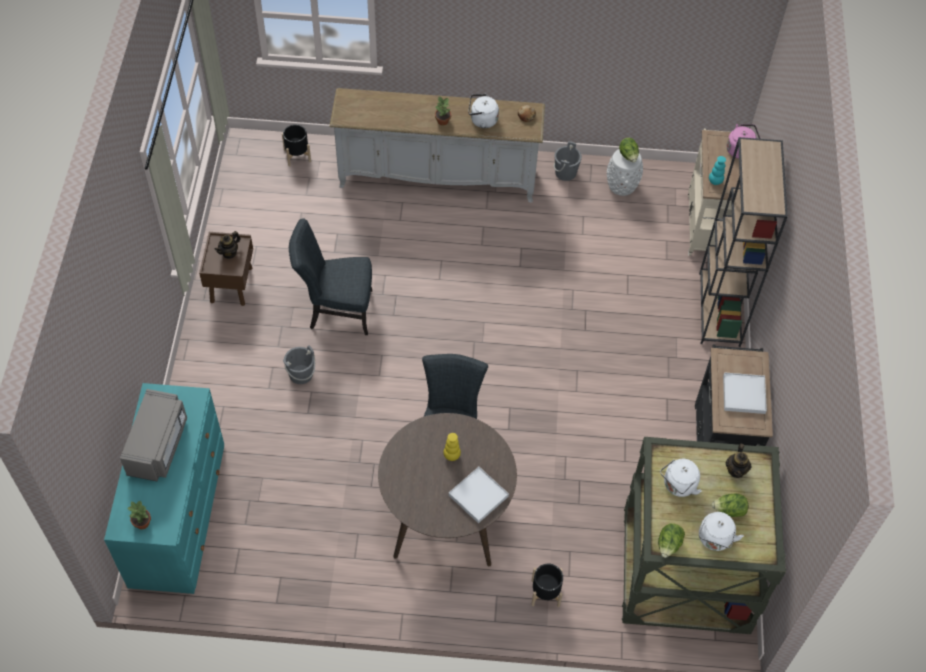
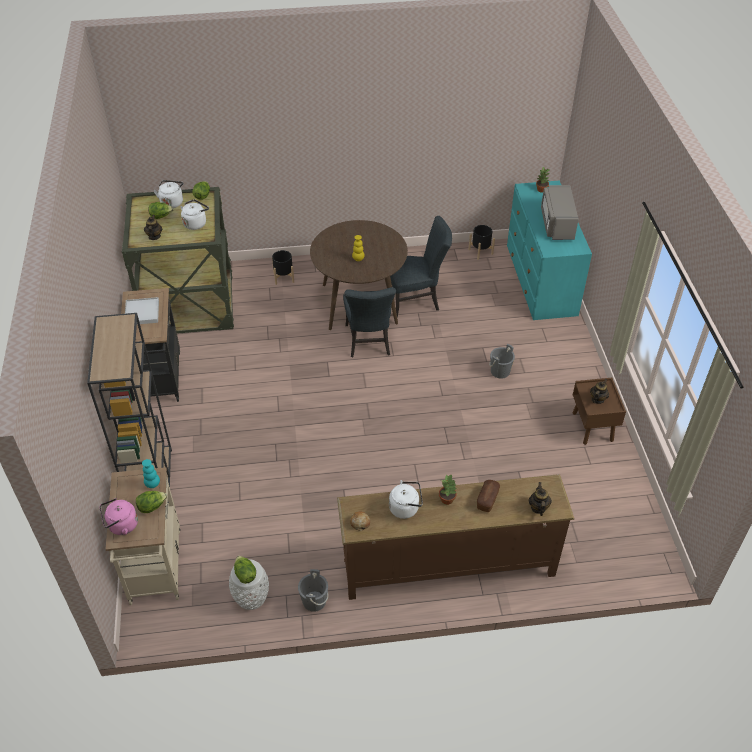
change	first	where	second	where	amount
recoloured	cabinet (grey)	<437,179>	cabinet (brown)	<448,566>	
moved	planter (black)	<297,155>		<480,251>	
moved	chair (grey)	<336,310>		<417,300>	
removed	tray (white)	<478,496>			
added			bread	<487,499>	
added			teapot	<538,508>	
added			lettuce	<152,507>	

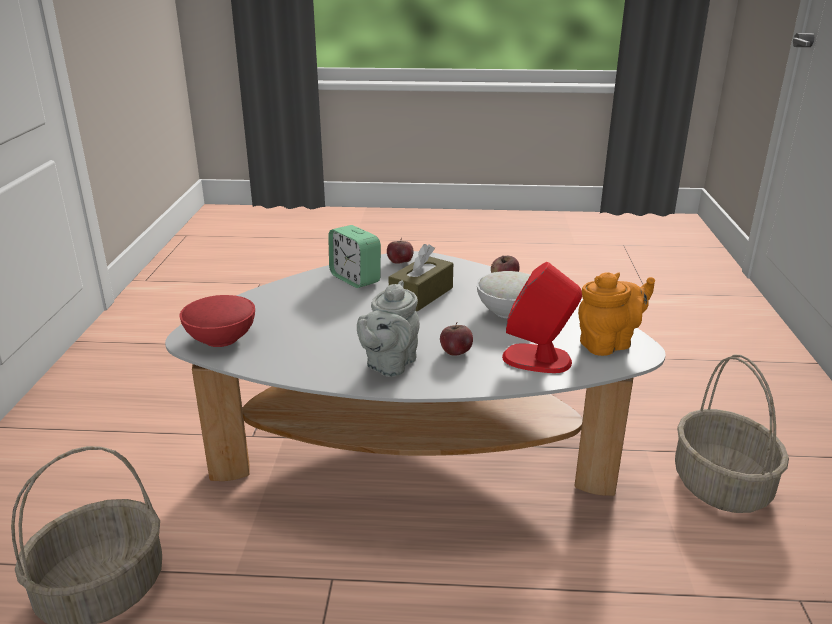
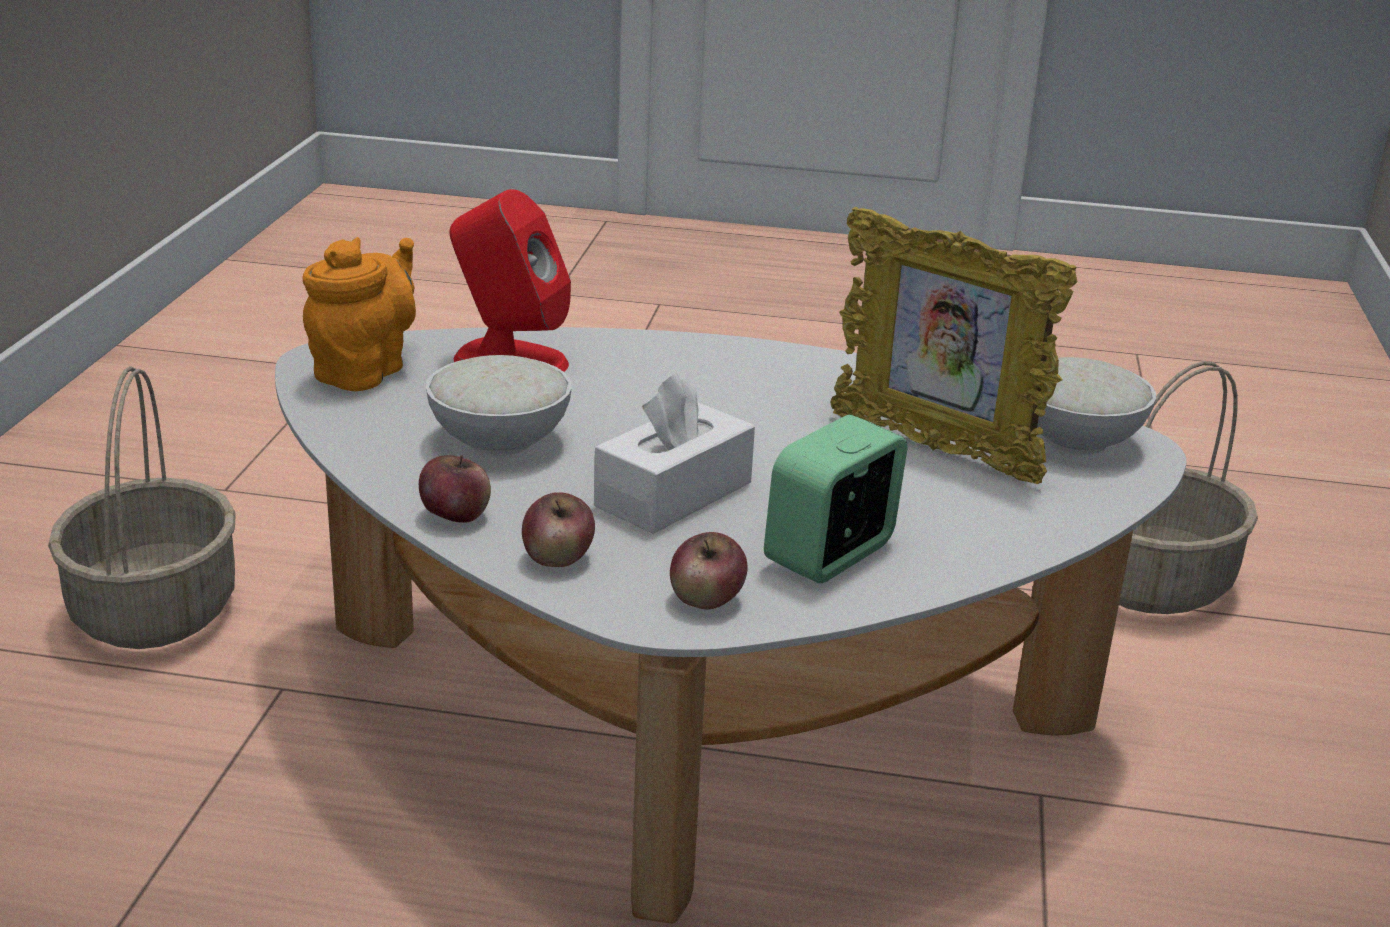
change	first	where	second	where	amount
turned	alarm clock	<355,279>		<831,555>	105 degrees counterclockwise
recoloured	tissue box (brown)	<421,295>	tissue box (white)	<673,494>	
turned	teapot (orange)	<609,344>		<365,371>	135 degrees clockwise
removed	teapot (grey)	<389,365>			
recoloured	bowl (red)	<221,339>	bowl (white)	<1074,439>	
moved	apple	<455,352>		<558,558>	
added			picture frame	<934,449>	

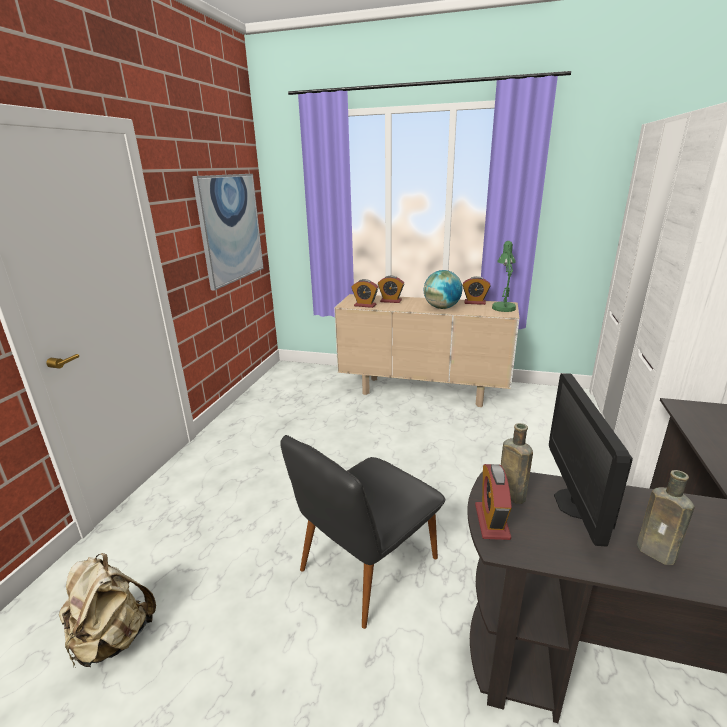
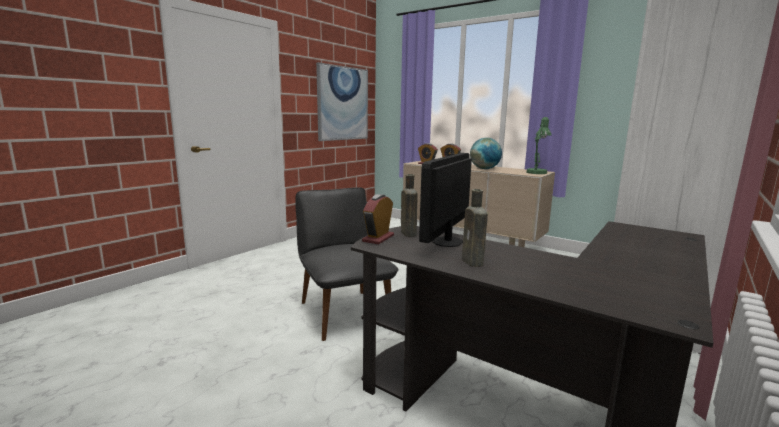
change	first	where	second	where	amount
removed	alarm clock	<474,302>			
turned	chair (black)	<369,563>		<345,313>	90 degrees clockwise
removed	backpack (beige)	<113,638>			

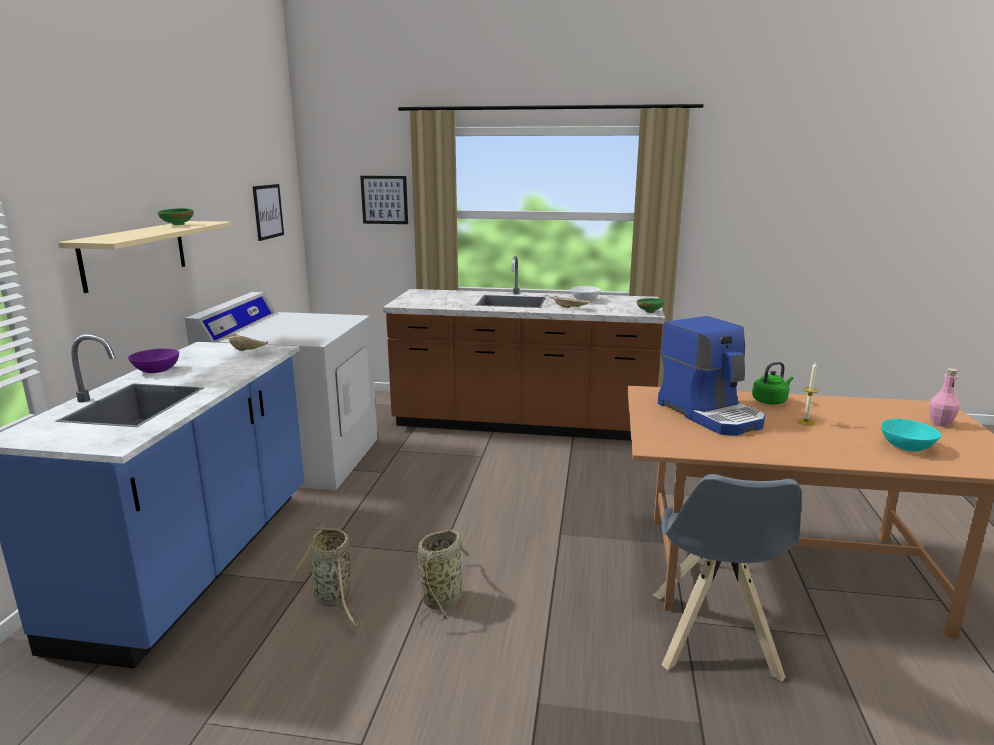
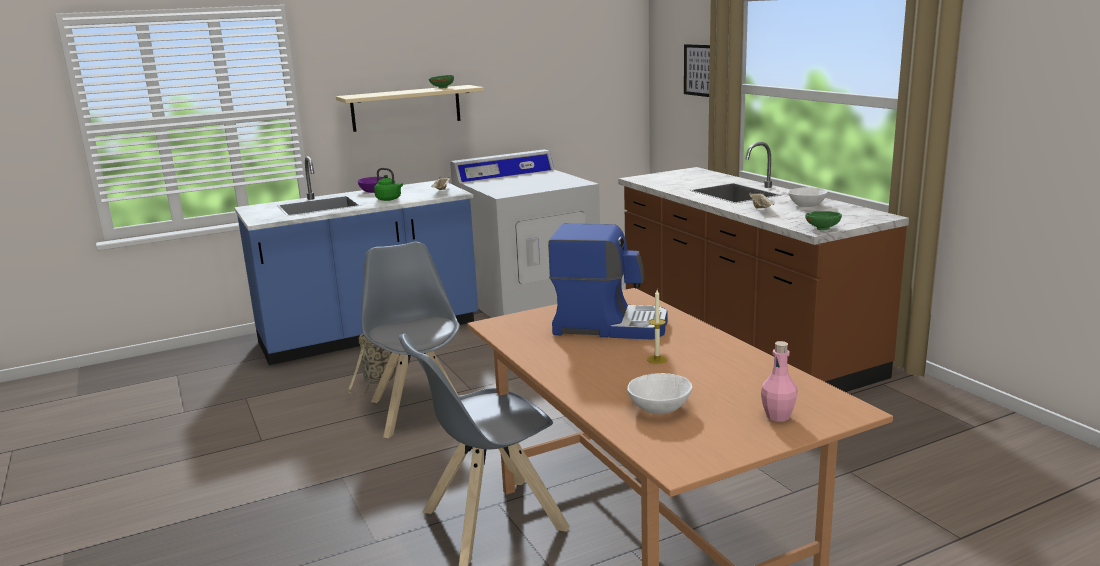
change	first	where	second	where	amount
removed	picture	<268,211>			
turned	coffee machine	<711,414>		<609,325>	105 degrees counterclockwise
moved	kettle (green)	<770,401>		<389,199>	
recoloured	bowl (turquoise)	<907,446>	bowl (white)	<660,408>	
replaced	basket	<443,597>	chair (grey)	<419,409>	

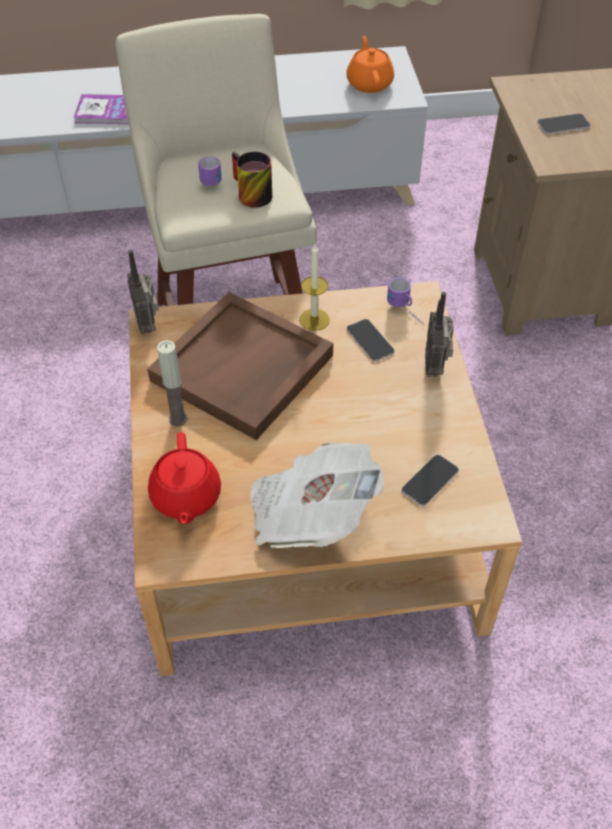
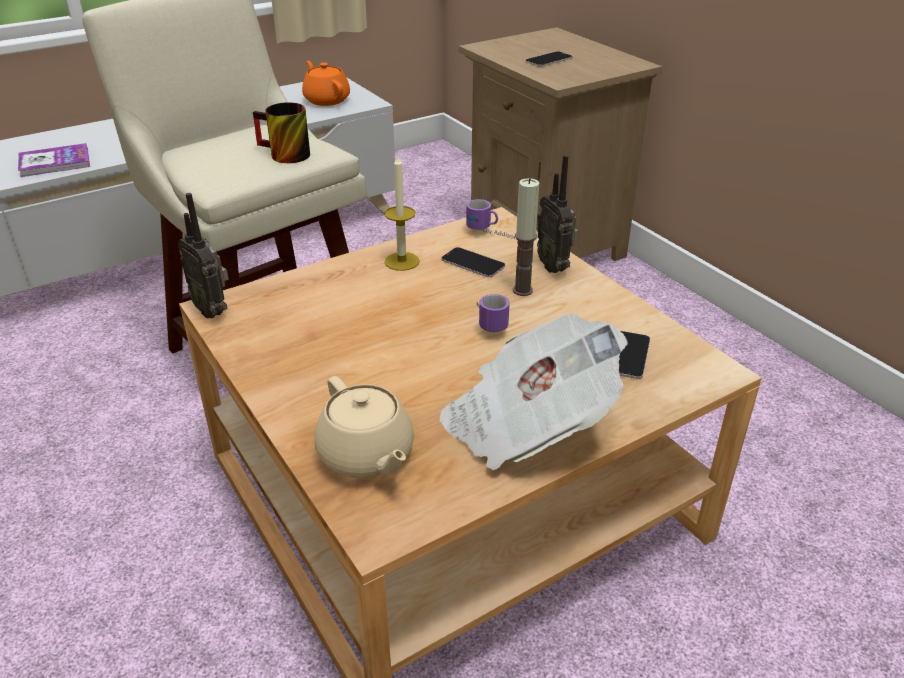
change	first	where	second	where	amount
moved	mug	<214,177>		<487,322>	
removed	tray (brown)	<242,369>			
moved	candle	<178,419>		<522,290>	
recoloured	teapot (red)	<185,497>	teapot (beige)	<366,455>	

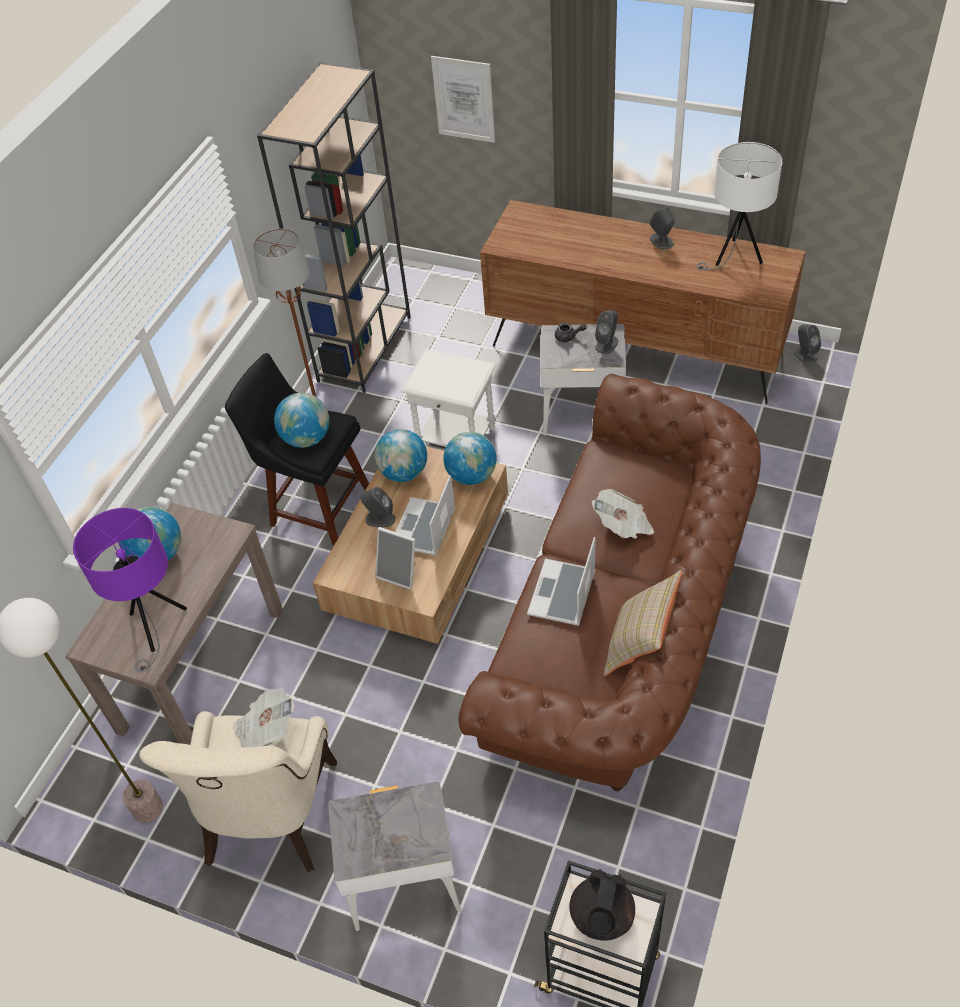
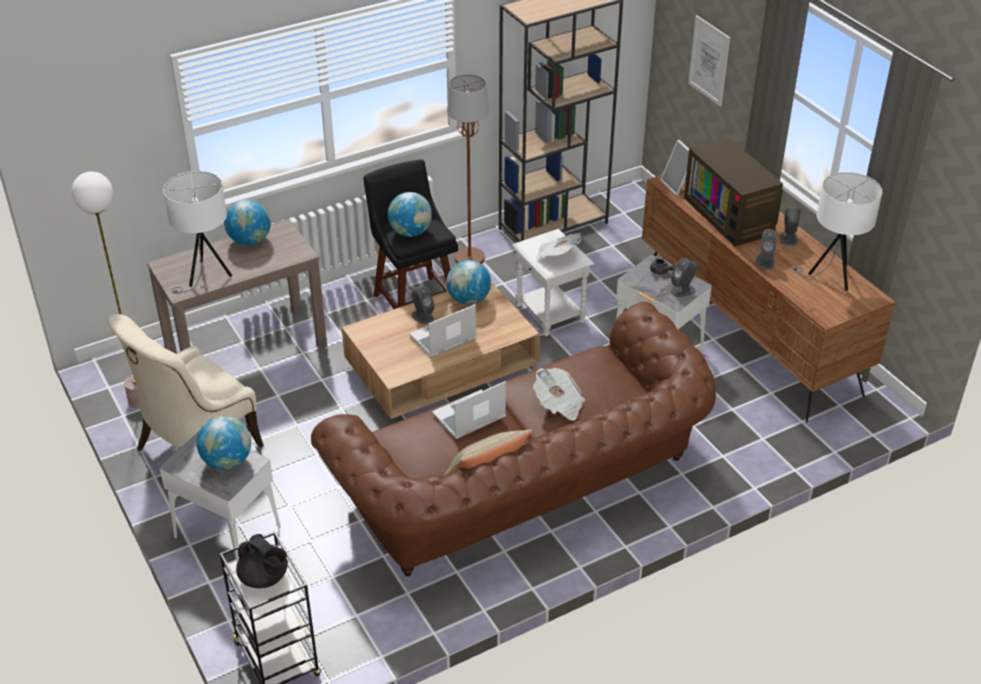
change	first	where	second	where	amount
moved	speaker (grey)	<805,355>		<764,261>	
moved	globe	<471,475>		<227,461>	
recoloured	table lamp (purple)	<156,628>	table lamp (white)	<205,276>	
moved	picture frame	<400,573>		<677,185>	
moved	newspaper	<266,729>		<557,255>	
turned	teapot (black)	<602,917>		<264,577>	105 degrees counterclockwise
added			television	<731,215>	

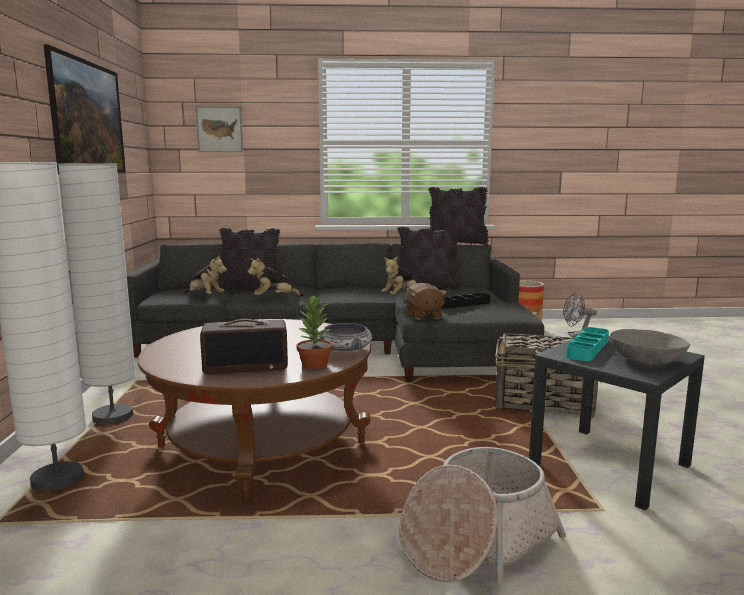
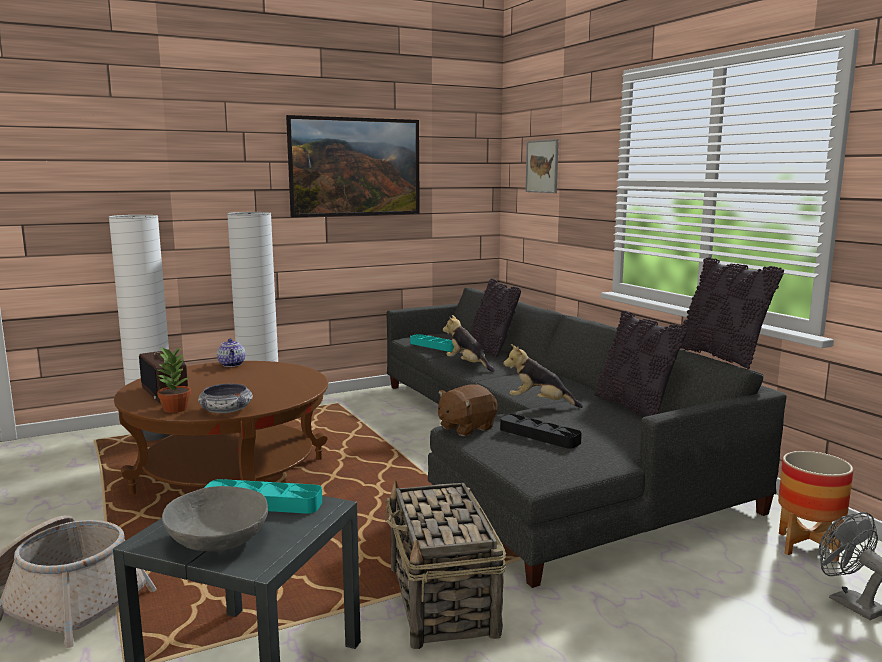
change	first	where	second	where	amount
replaced	plush toy	<205,296>	tray (turquoise)	<434,346>	
added			teapot	<232,364>	

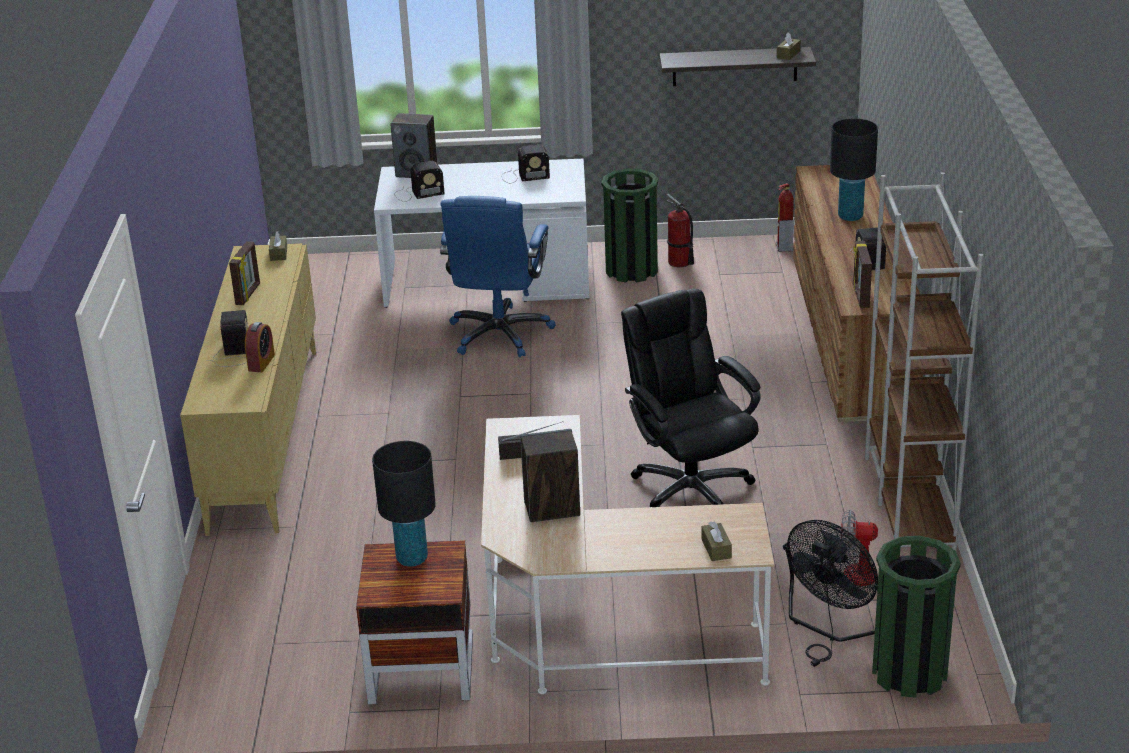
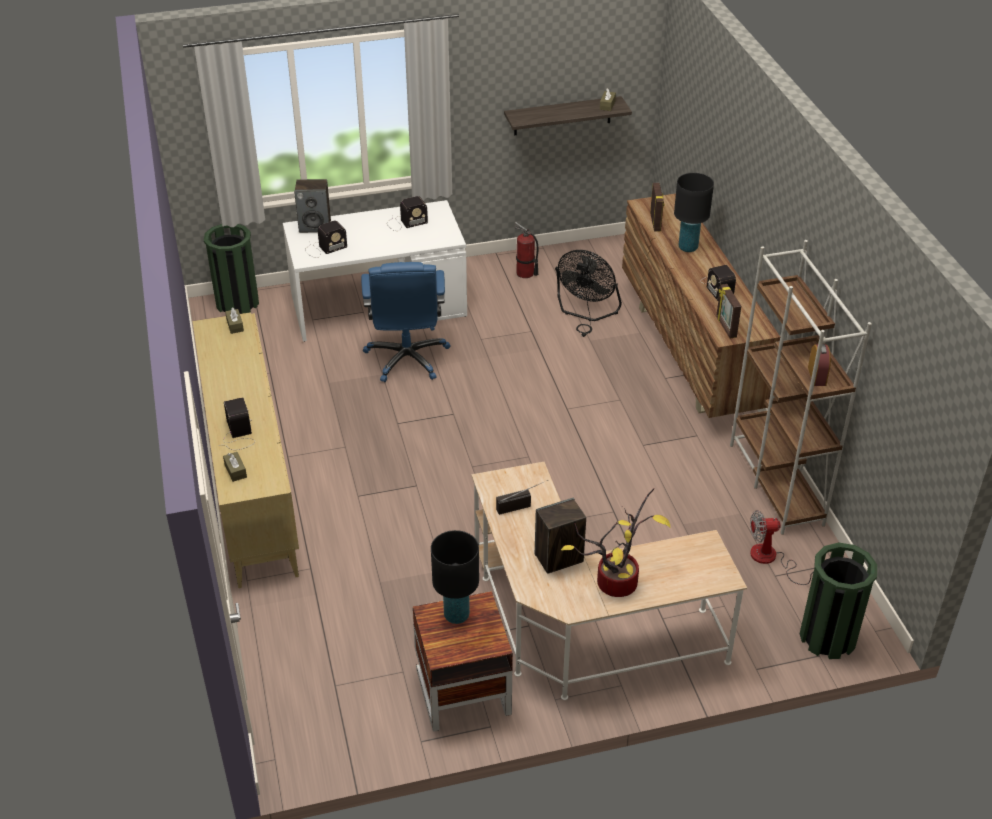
change	first	where	second	where	amount
moved	trash can (green)	<631,270>		<237,303>	
removed	fire extinguisher	<784,248>			
moved	picture frame	<248,294>		<655,222>	
removed	office chair (black)	<690,491>			
moved	alarm clock	<261,362>		<817,376>	
moved	fan (black)	<826,625>		<584,312>	
moved	tissue box (brown)	<716,548>		<235,471>	
added			potted plant	<617,580>	

